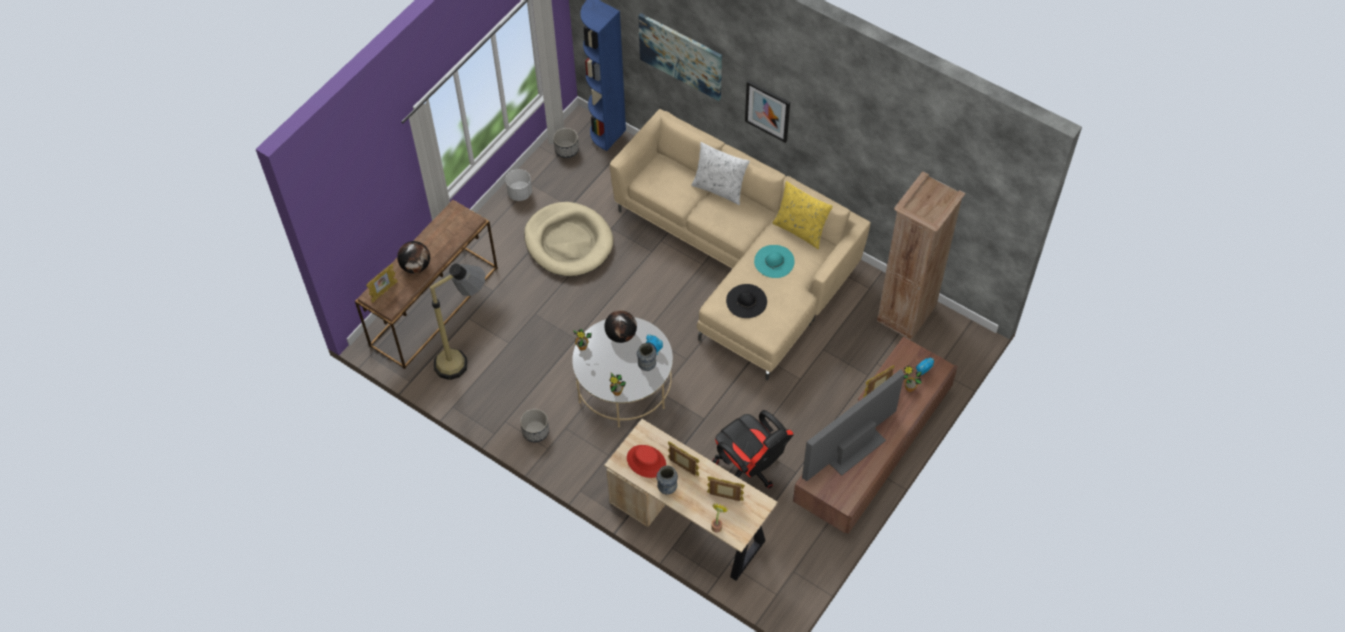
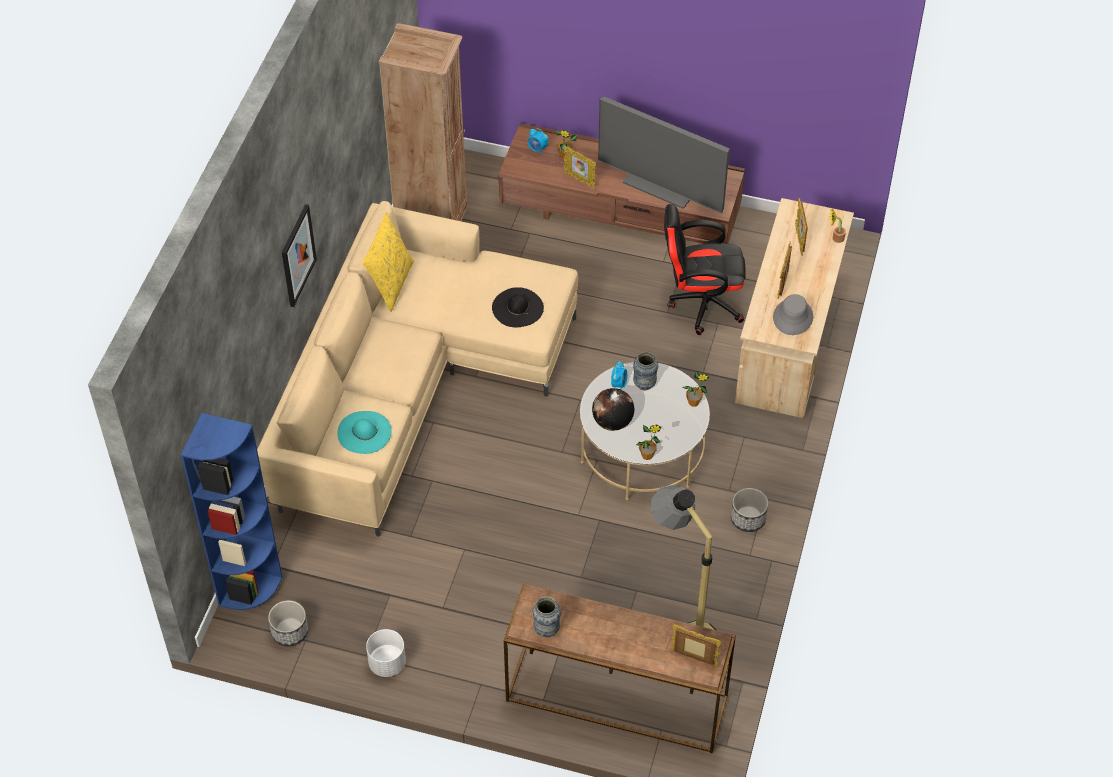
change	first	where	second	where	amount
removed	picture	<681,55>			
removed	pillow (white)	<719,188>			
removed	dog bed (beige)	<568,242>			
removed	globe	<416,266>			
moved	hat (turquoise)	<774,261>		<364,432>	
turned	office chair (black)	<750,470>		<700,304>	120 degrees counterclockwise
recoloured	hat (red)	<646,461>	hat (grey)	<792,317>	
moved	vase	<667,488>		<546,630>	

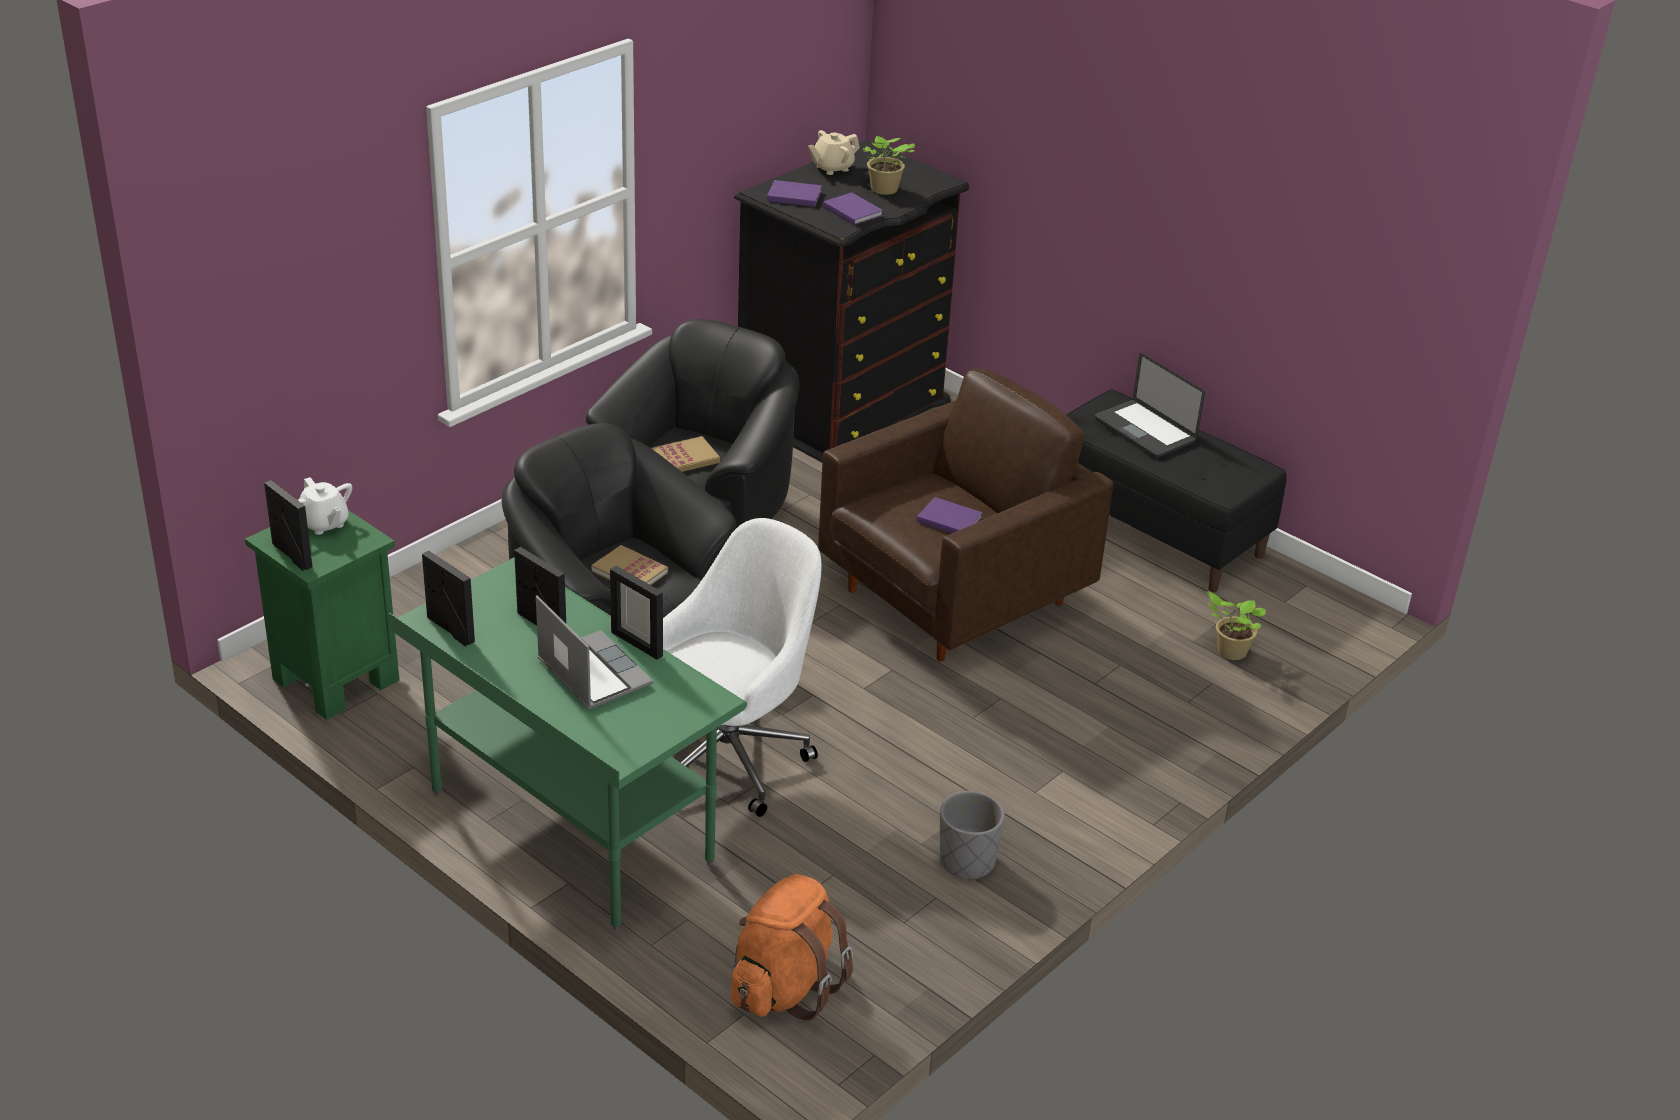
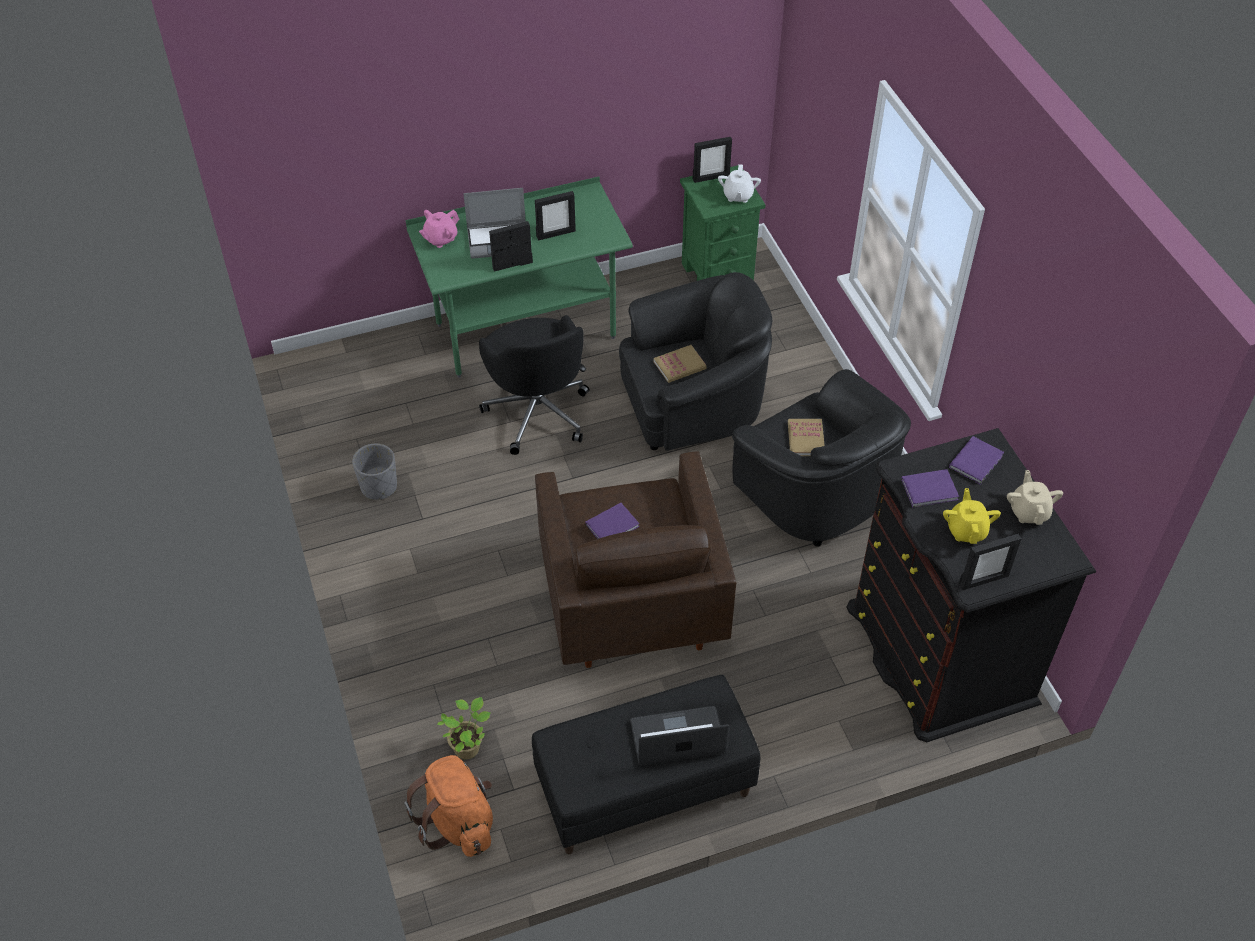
change	first	where	second	where	amount
replaced	potted plant	<883,190>	teapot (yellow)	<966,530>	
turned	teapot (white)	<324,523>		<738,196>	75 degrees counterclockwise
recoloured	office chair (white)	<728,759>	office chair (black)	<538,415>	
moved	picture frame	<449,630>		<983,579>	
moved	backpack (orange)	<784,987>		<458,822>	
added			teapot (pink)	<440,239>	

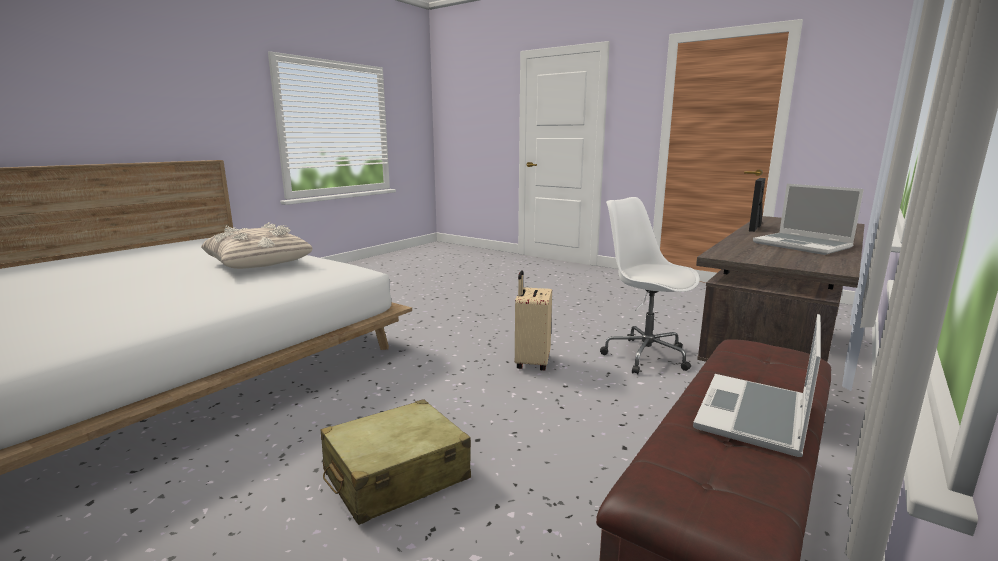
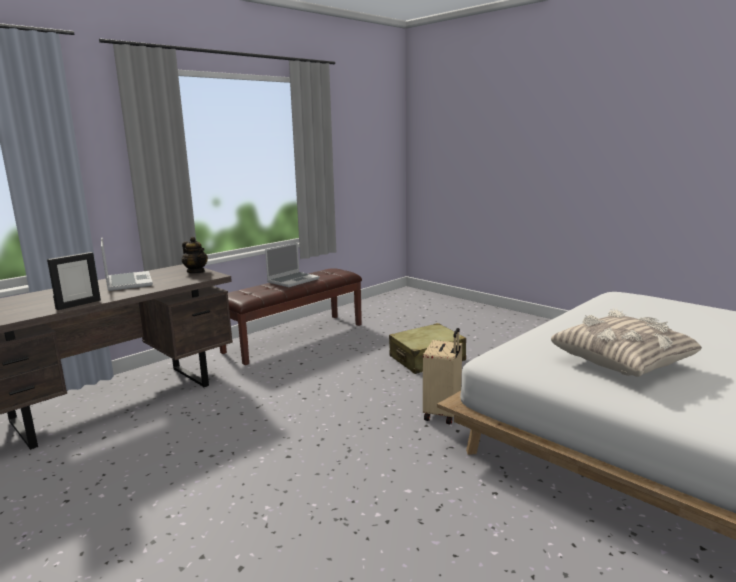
change	first	where	second	where	amount
removed	office chair (white)	<644,356>			
moved	suitcase (beige)	<531,362>		<443,413>	
added			teapot	<196,272>	

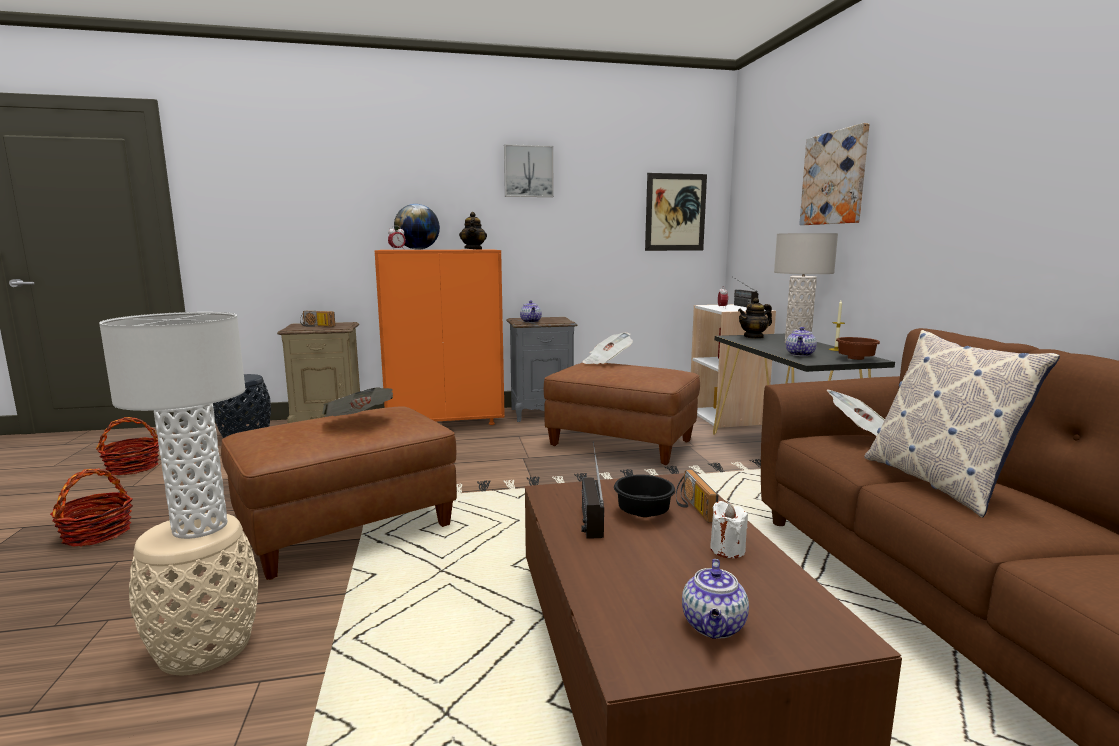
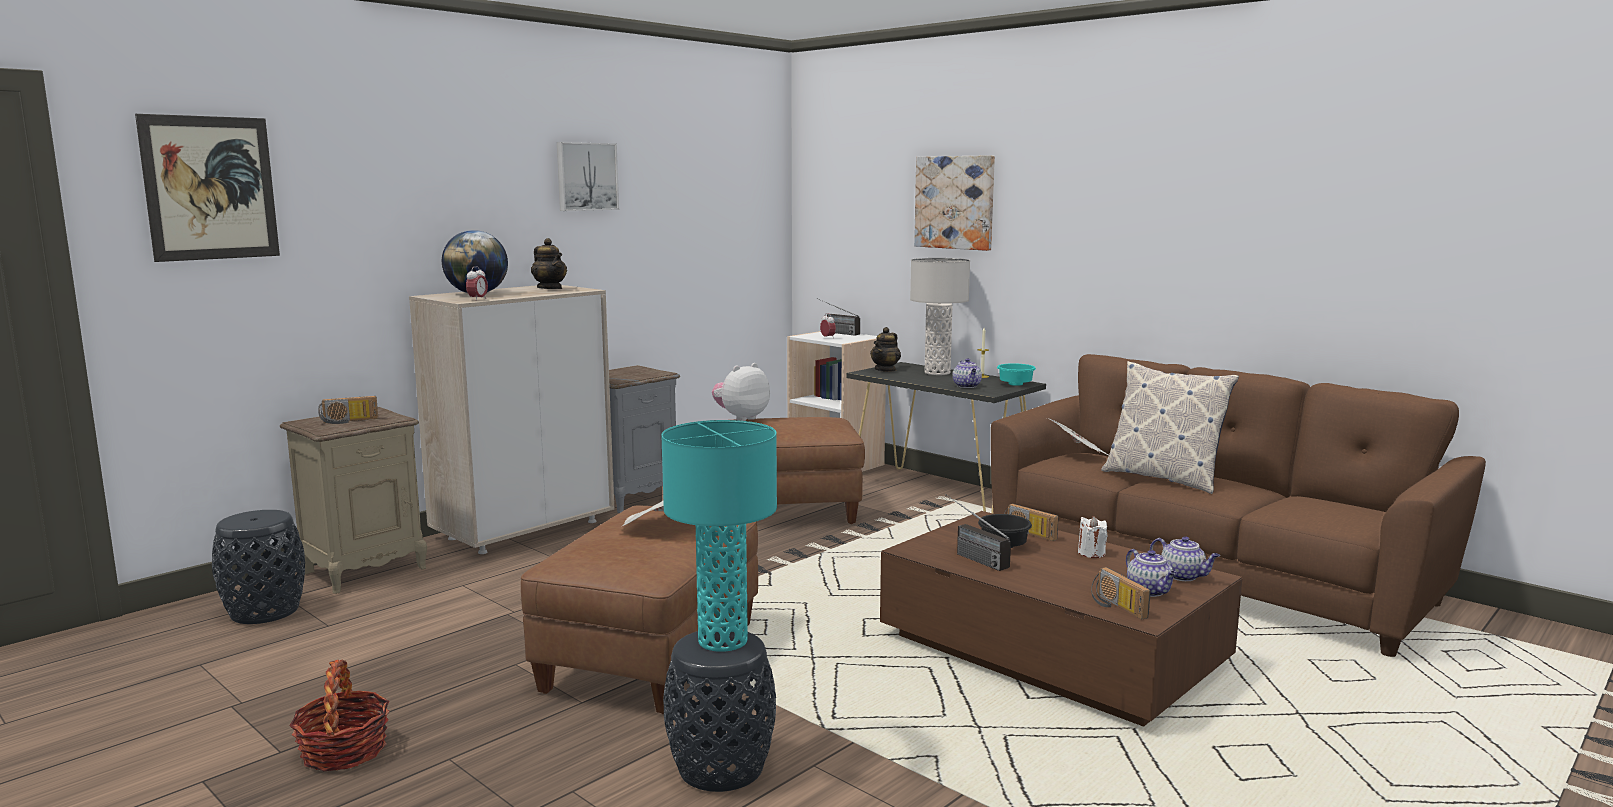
change	first	where	second	where	amount
moved	picture	<675,212>		<210,188>	
recoloured	cabinet (orange)	<446,420>	cabinet (beige)	<524,529>	
moved	teapot	<531,321>		<1183,576>	
recoloured	table lamp (white)	<200,527>	table lamp (turquoise)	<722,641>	
replaced	newspaper	<607,362>	plush toy	<741,418>	
recoloured	bowl (brown)	<854,358>	bowl (turquoise)	<1014,385>	
removed	basket	<133,468>			
recoloured	stool (beige)	<205,648>	stool (black)	<720,769>	
added			radio	<1115,606>	

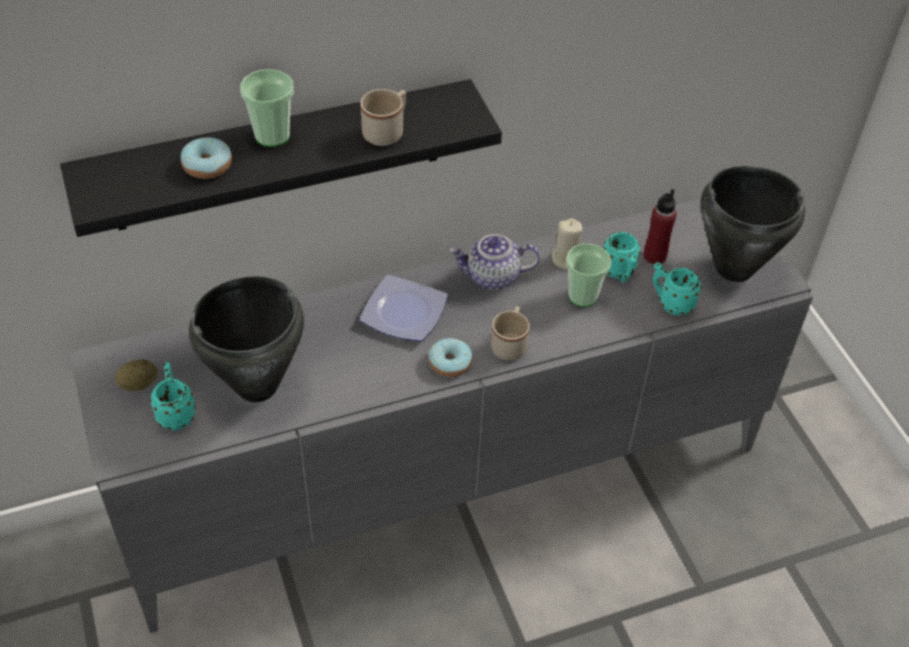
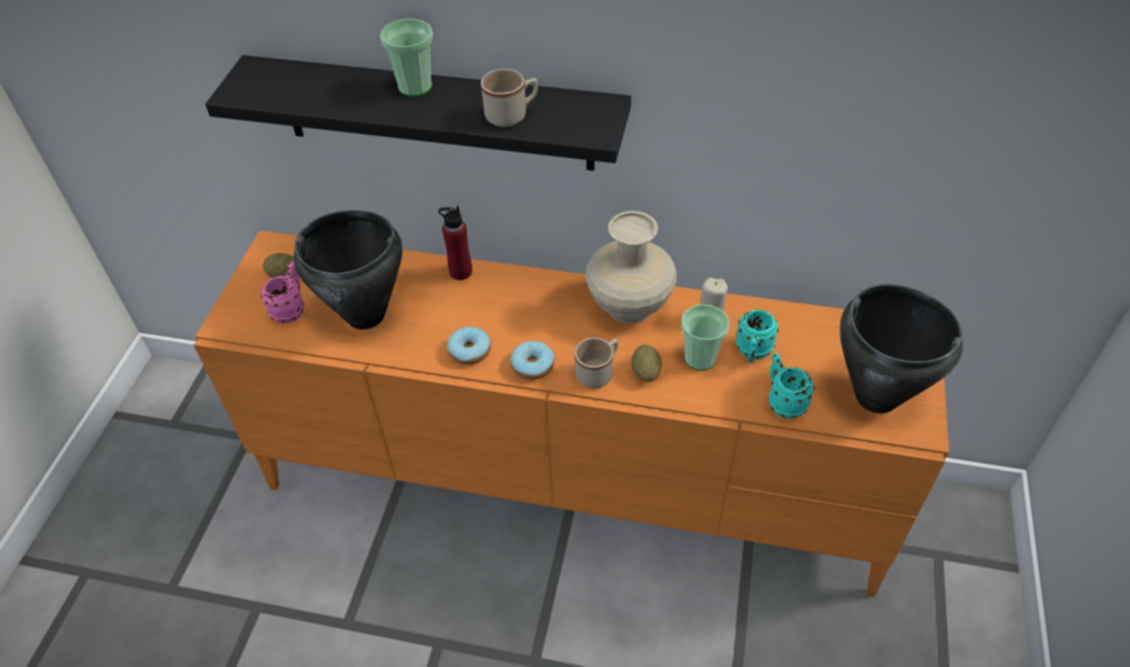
change	first	where	second	where	amount
moved	donut	<207,165>		<469,351>	
moved	bottle (red)	<654,256>		<460,272>	
recoloured	cabinet (grey)	<449,481>	cabinet (orange)	<573,485>	
replaced	teapot	<492,277>	vase (beige)	<629,307>	
removed	plate	<404,314>			
recoloured	mug (turquoise)	<175,412>	mug (pink)	<291,309>	
added			potato	<645,372>	

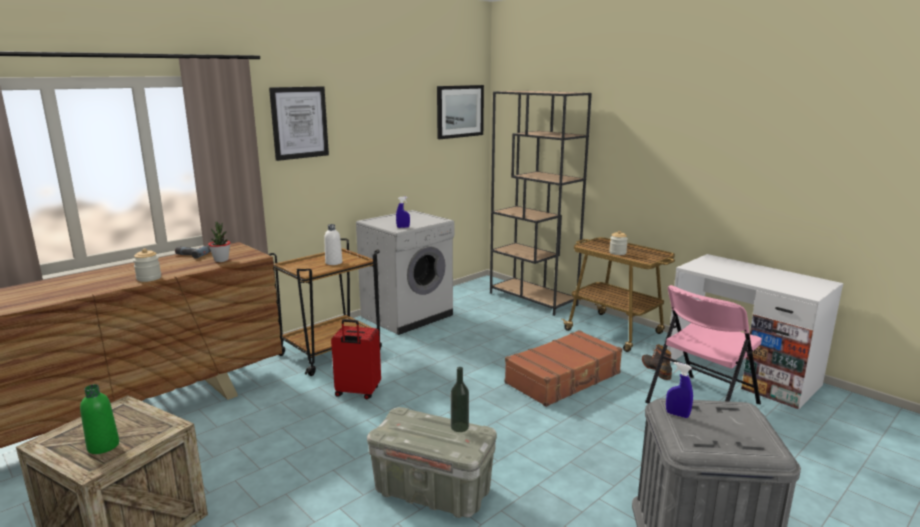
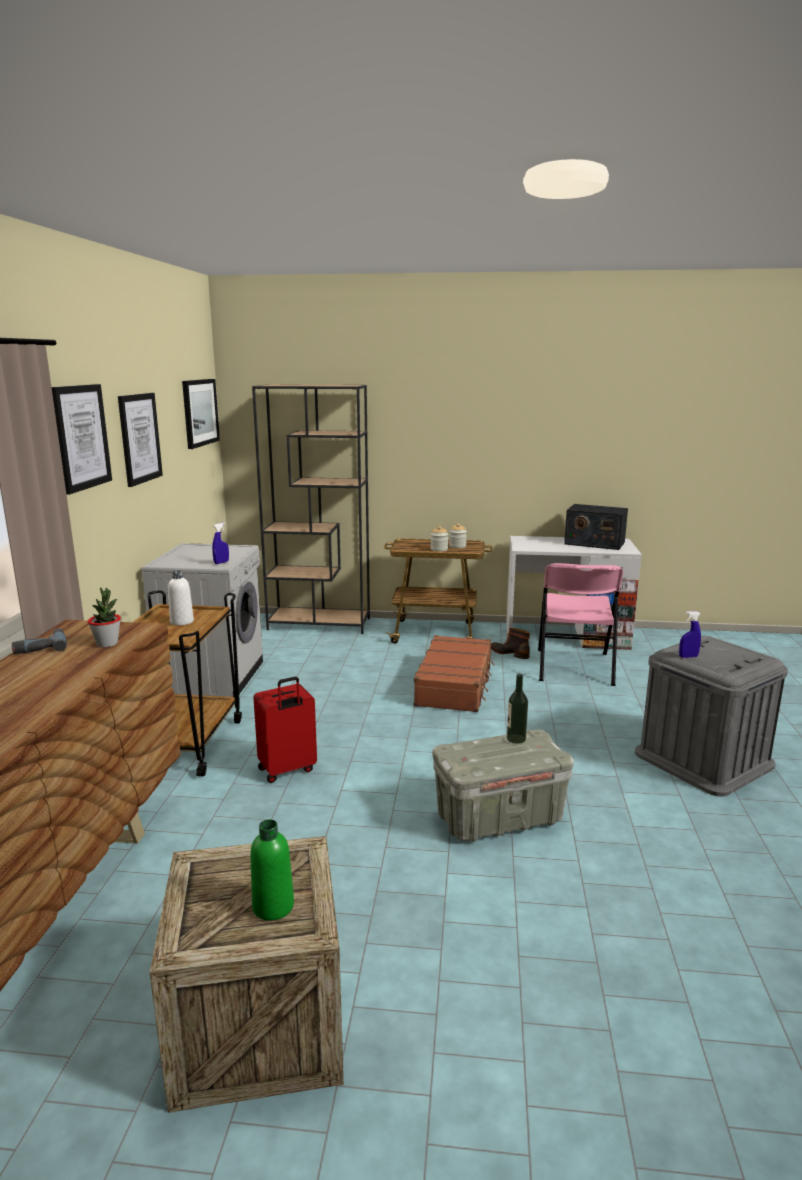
change	first	where	second	where	amount
moved	jar	<149,278>		<457,546>	
added			picture	<139,438>	
added			radio	<594,543>	

